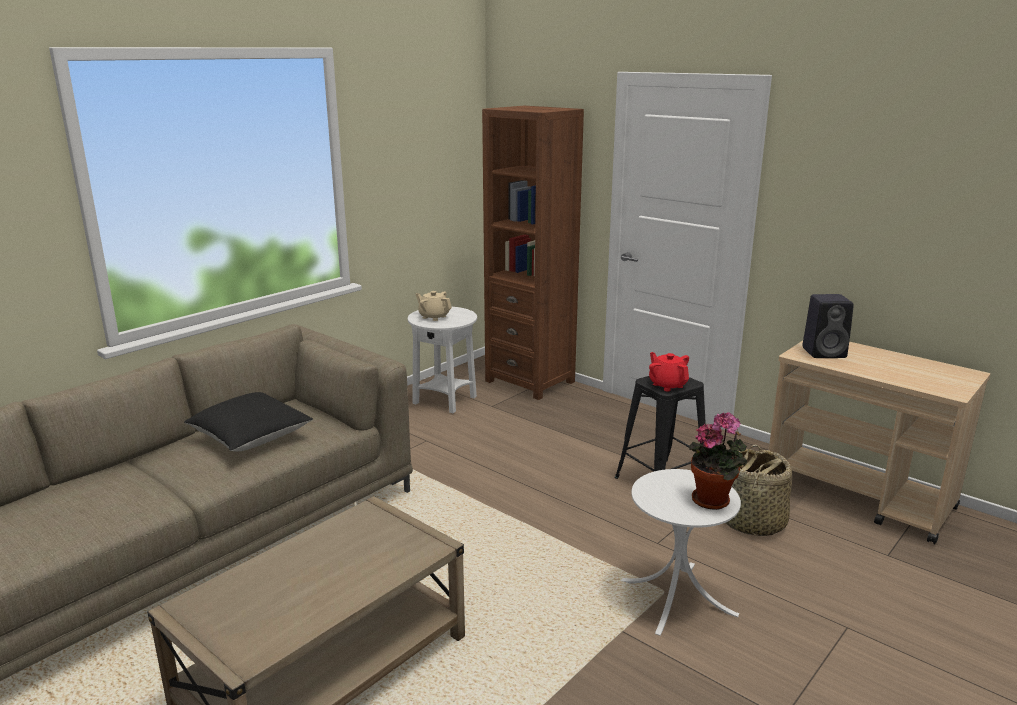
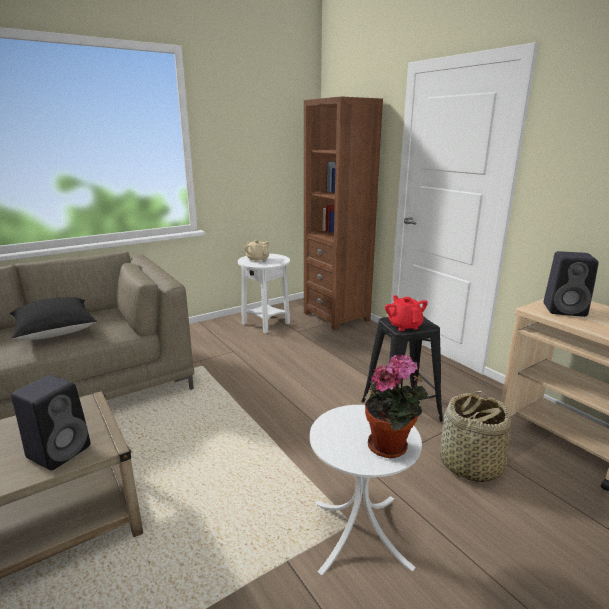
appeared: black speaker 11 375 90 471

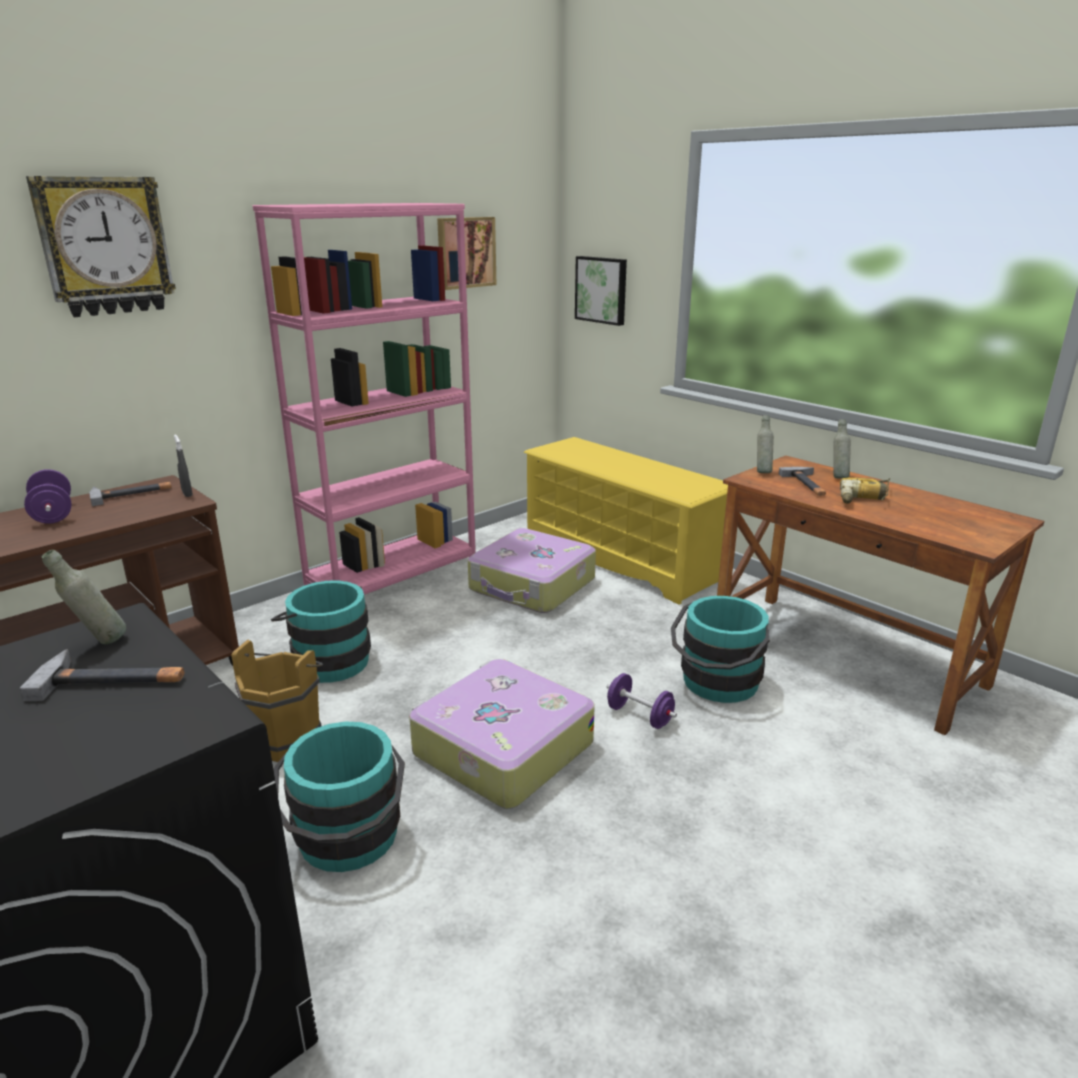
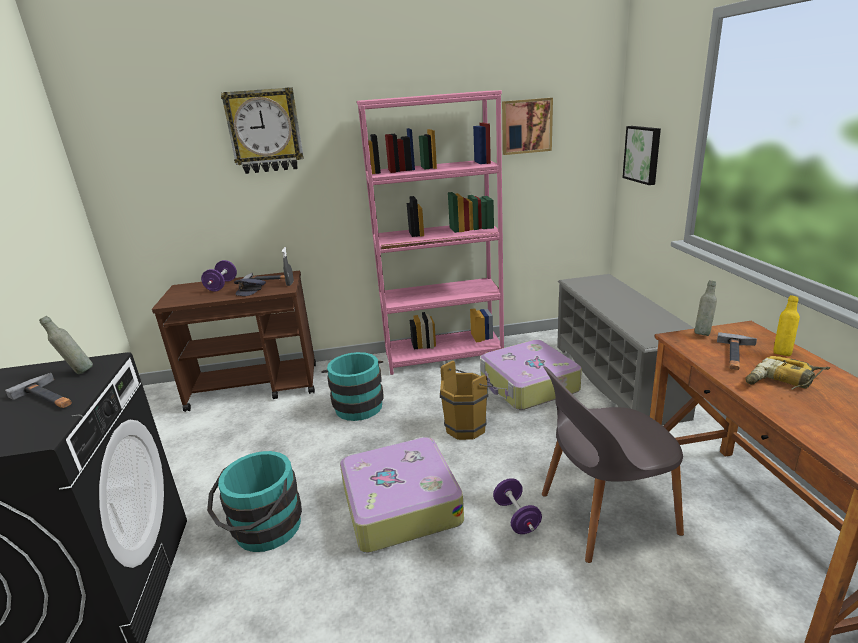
appeared: grey cap 234 278 266 296
relocated: brown bucket 231 640 323 762 to 440 361 493 440
exchanged: turquoise bucket 671 596 770 703 to grey chair 542 366 684 563
colour: yellow shoe rack 523 437 728 605 to grey shoe rack 557 274 696 425; grey bottle 833 420 851 478 to yellow bottle 773 295 800 356

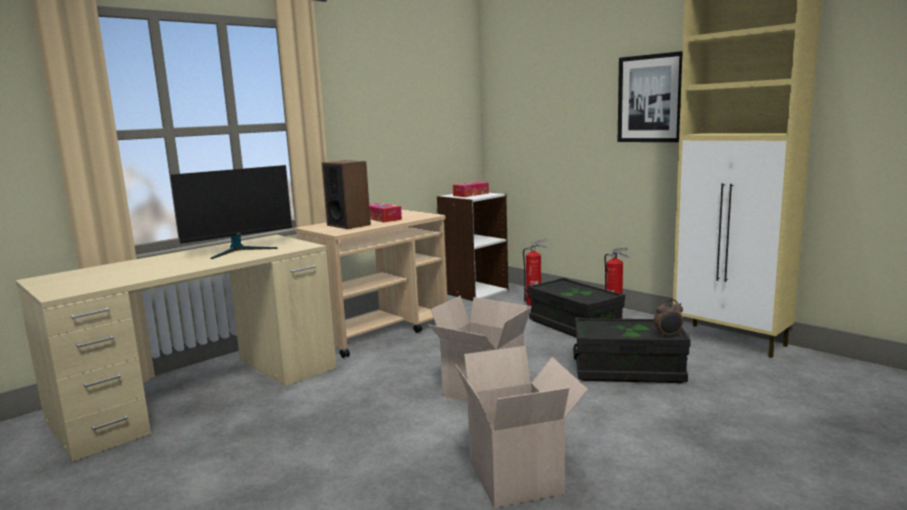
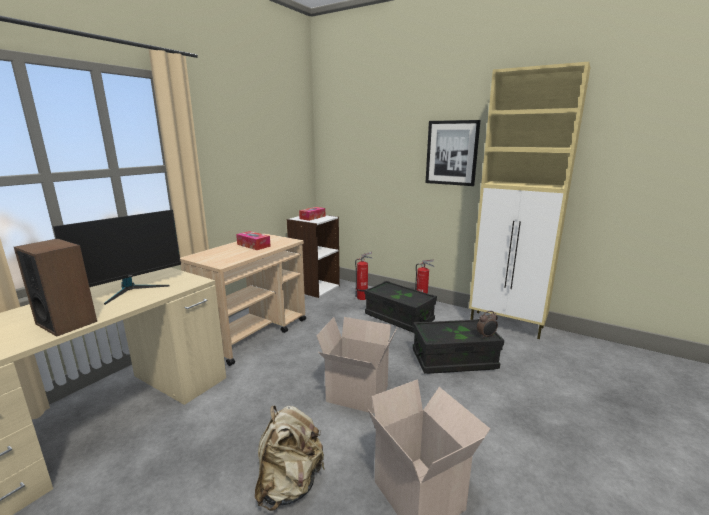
appeared: beige backpack 255 405 325 511
relocated: speaker 322 160 371 229 to 14 238 97 337

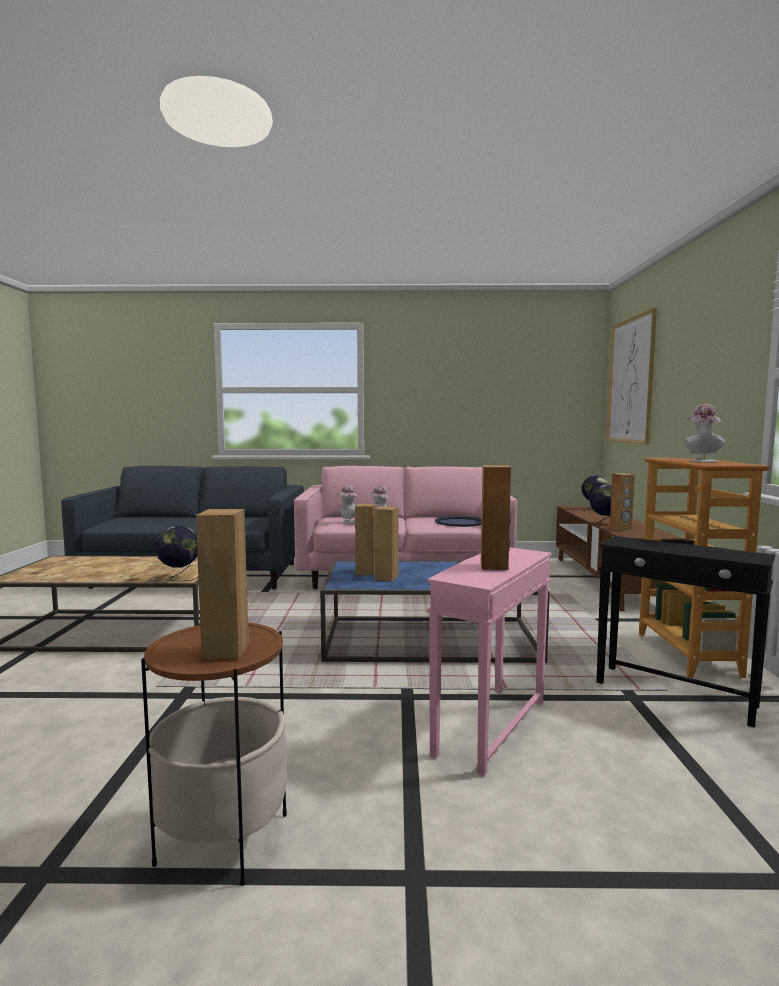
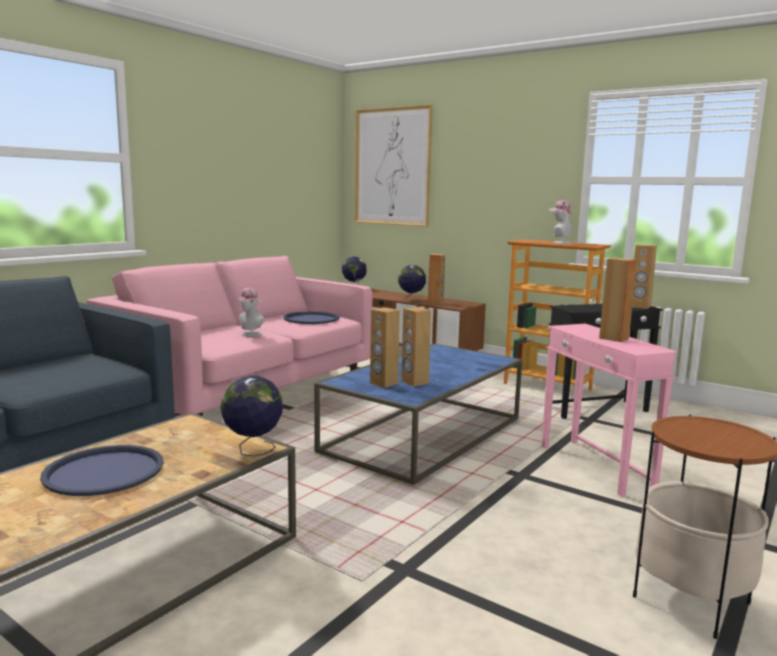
missing: hat 337 485 358 524
appeared: blue tray 40 445 164 496
relocated: brown speaker 196 509 249 659 to 632 244 657 309

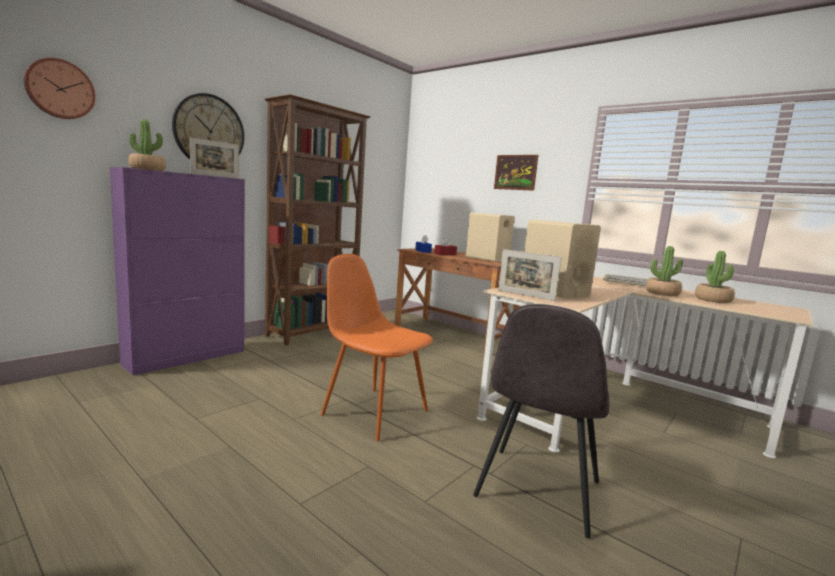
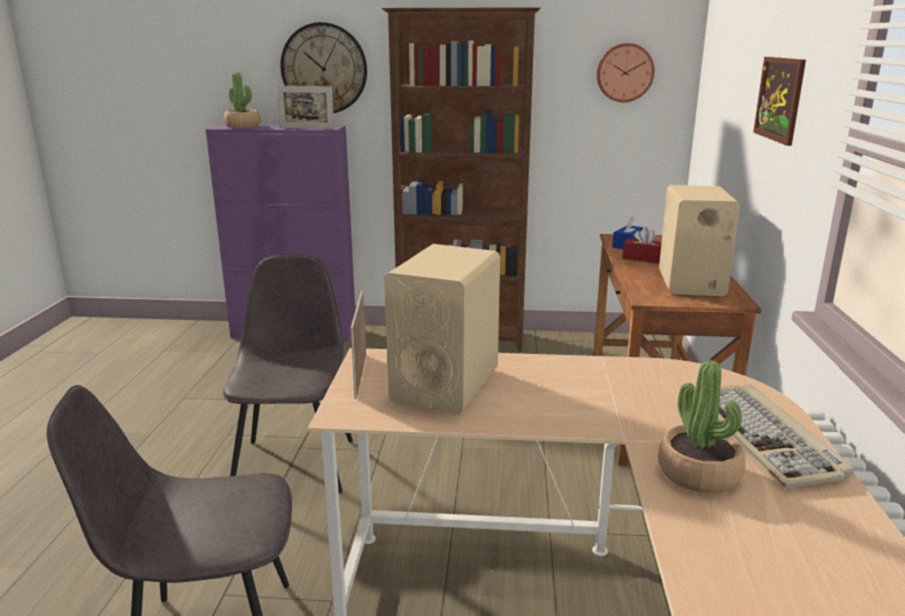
missing: potted plant 695 251 735 303
relocated: wall clock 24 58 96 119 to 597 43 655 102
colour: orange chair 321 254 433 441 to grey chair 223 253 353 493

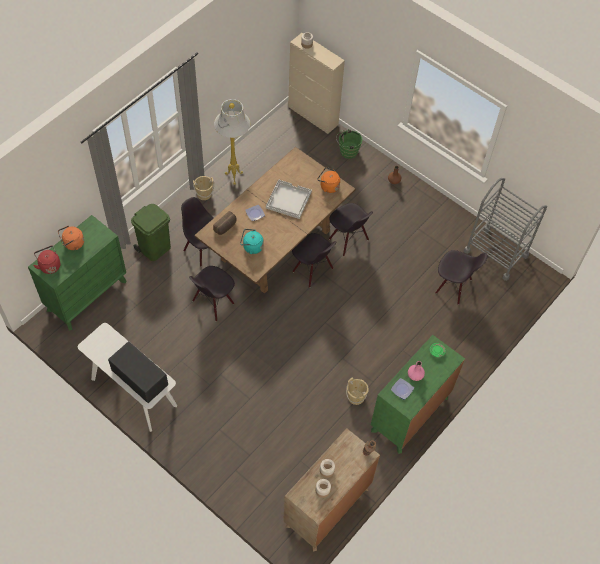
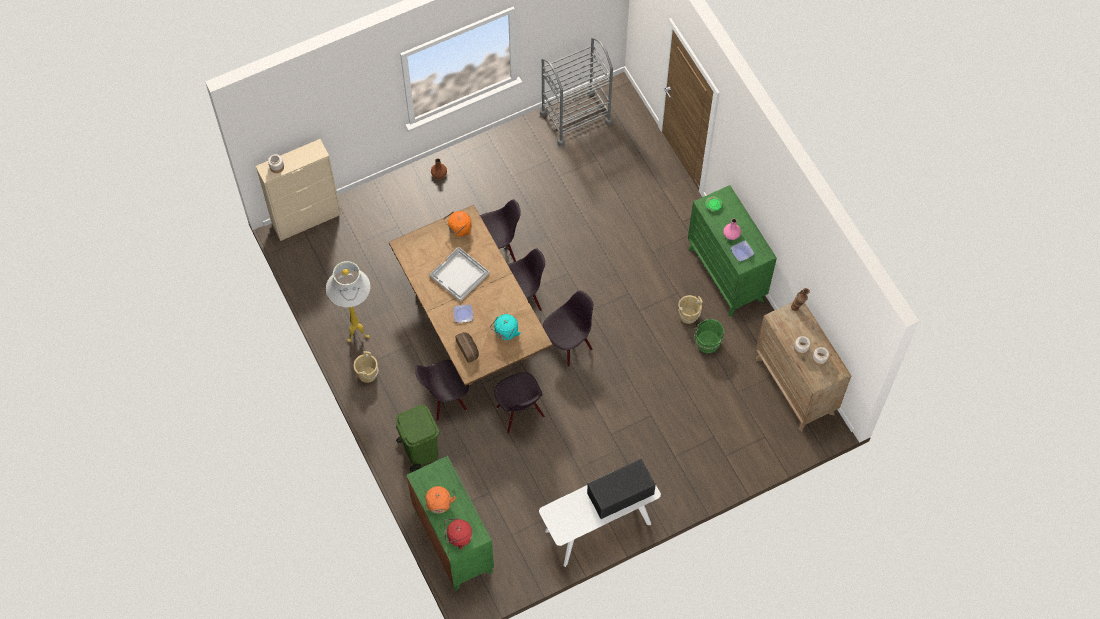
relocated: black chair 436 250 487 305 to 543 291 594 366; green bucket 336 130 362 159 to 694 319 725 354

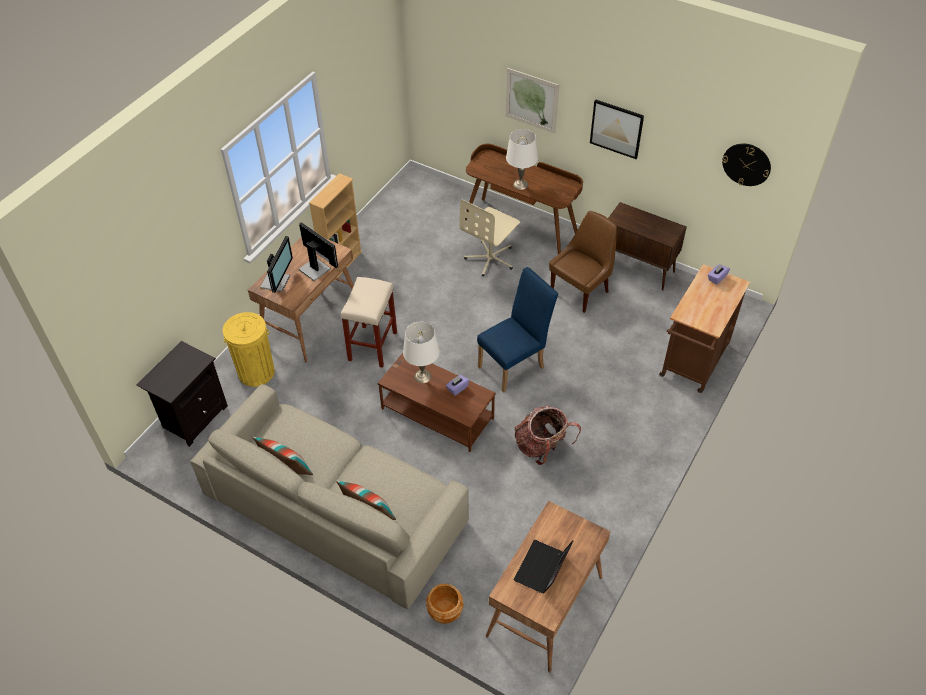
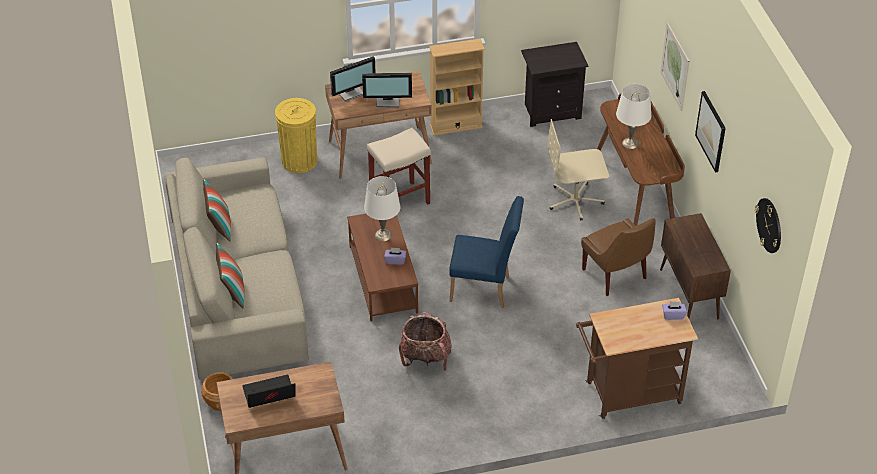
relocated: black nightstand 137 341 228 447 to 521 42 589 127
spun: monitor 299 222 338 281 = 362 73 412 108 90 degrees clockwise; brown chair 549 211 617 313 = 581 218 655 296 60 degrees clockwise

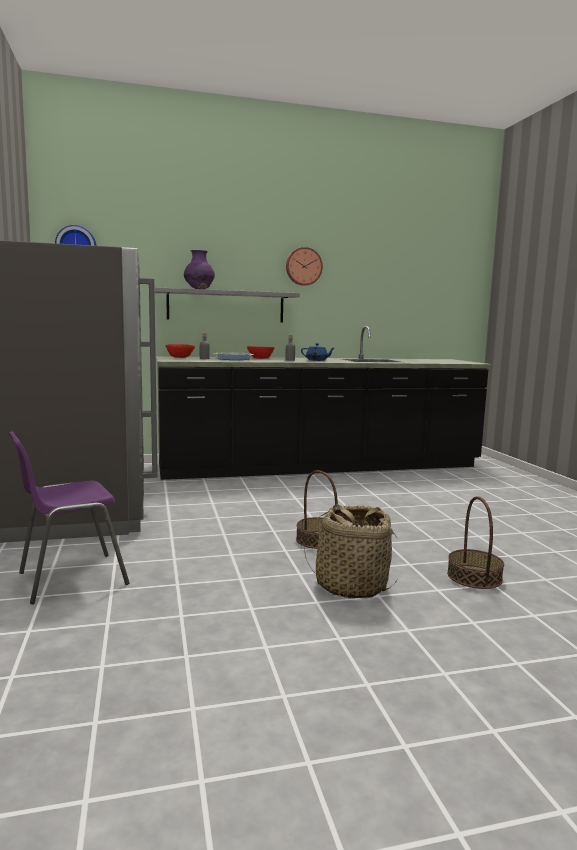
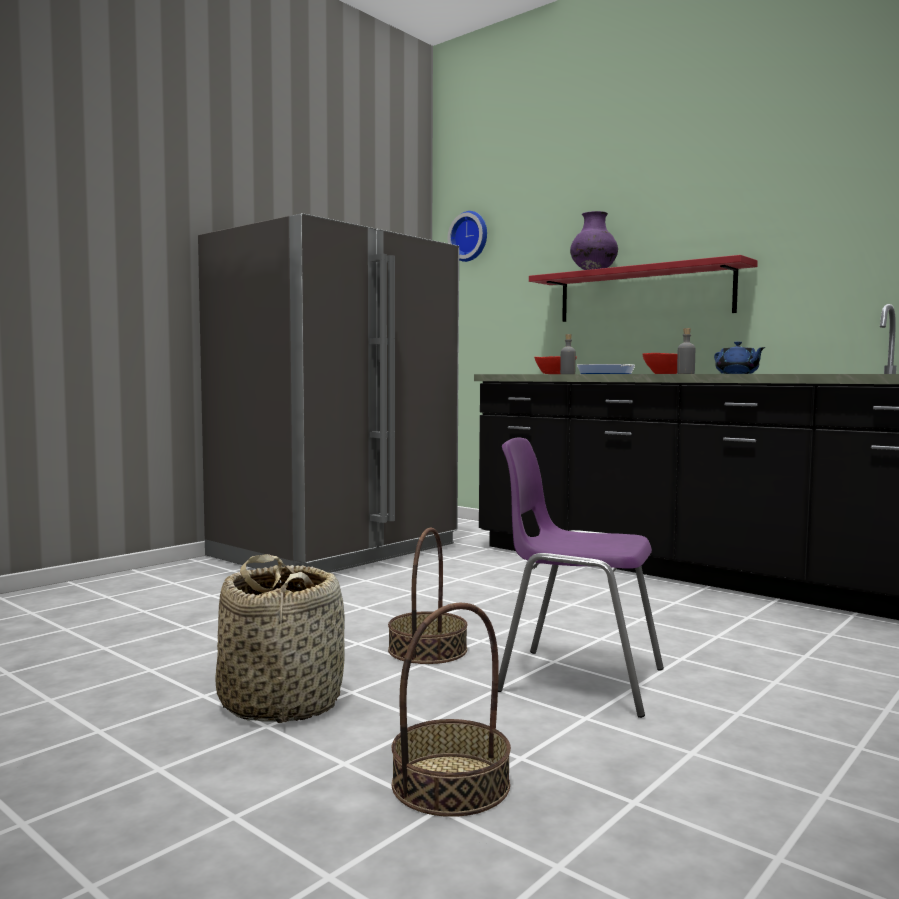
missing: wall clock 286 247 323 286
relocated: purple chair 9 431 130 604 to 498 437 664 718
colour: grey shelf 155 287 300 322 to red shelf 529 255 758 322

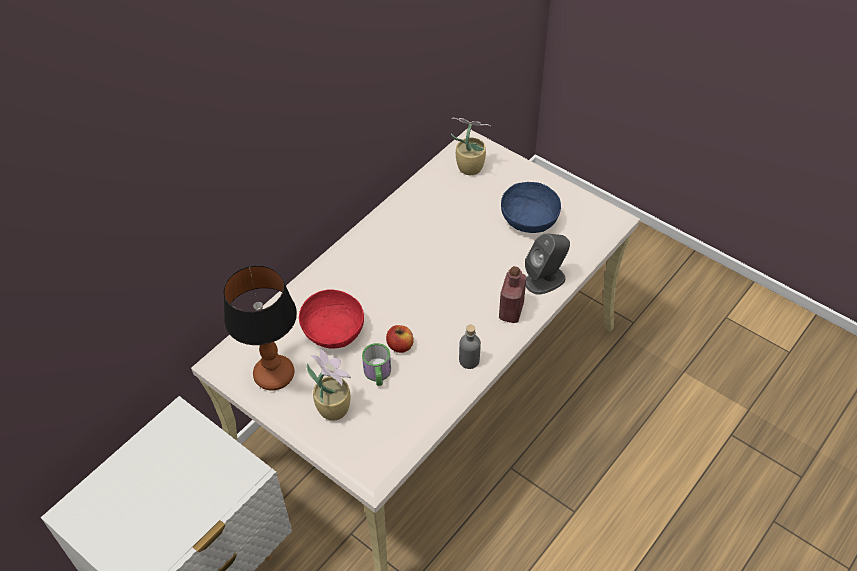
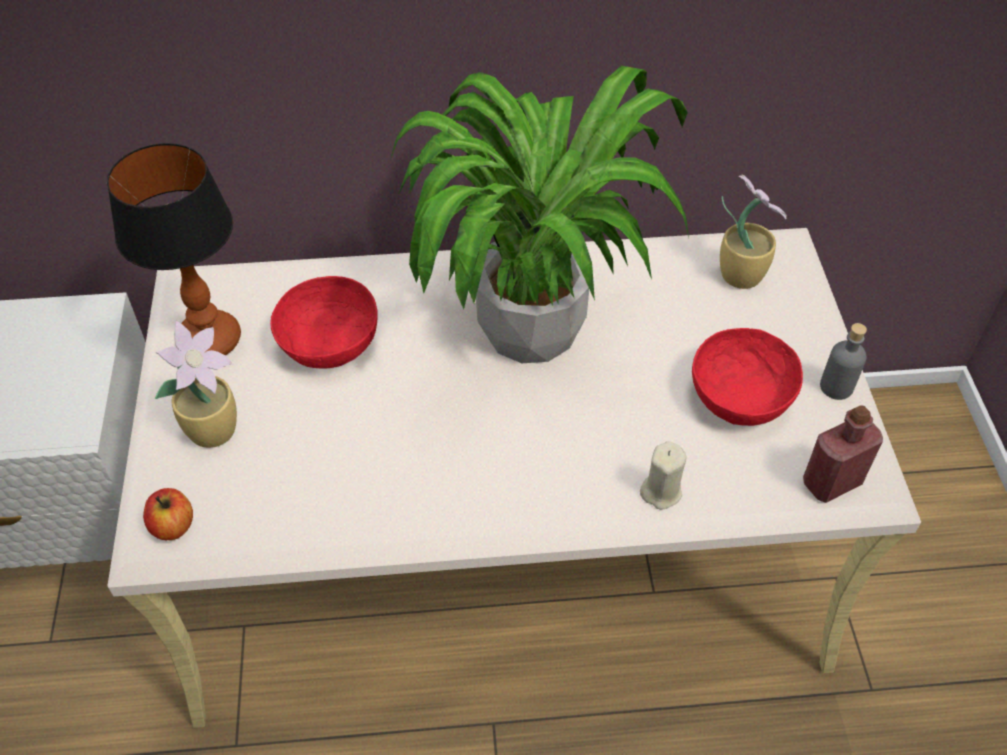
missing: mug 362 343 391 386
appeared: potted plant 391 66 689 363
relocated: apple 386 325 414 353 to 143 488 193 540; red bottle 499 266 527 323 to 803 405 883 503; grey bottle 459 325 481 369 to 820 323 867 400
exchanged: grey speaker 525 233 570 295 to beige candle 640 441 687 510
colour: blue bowl 501 182 561 233 to red bowl 692 328 803 426

